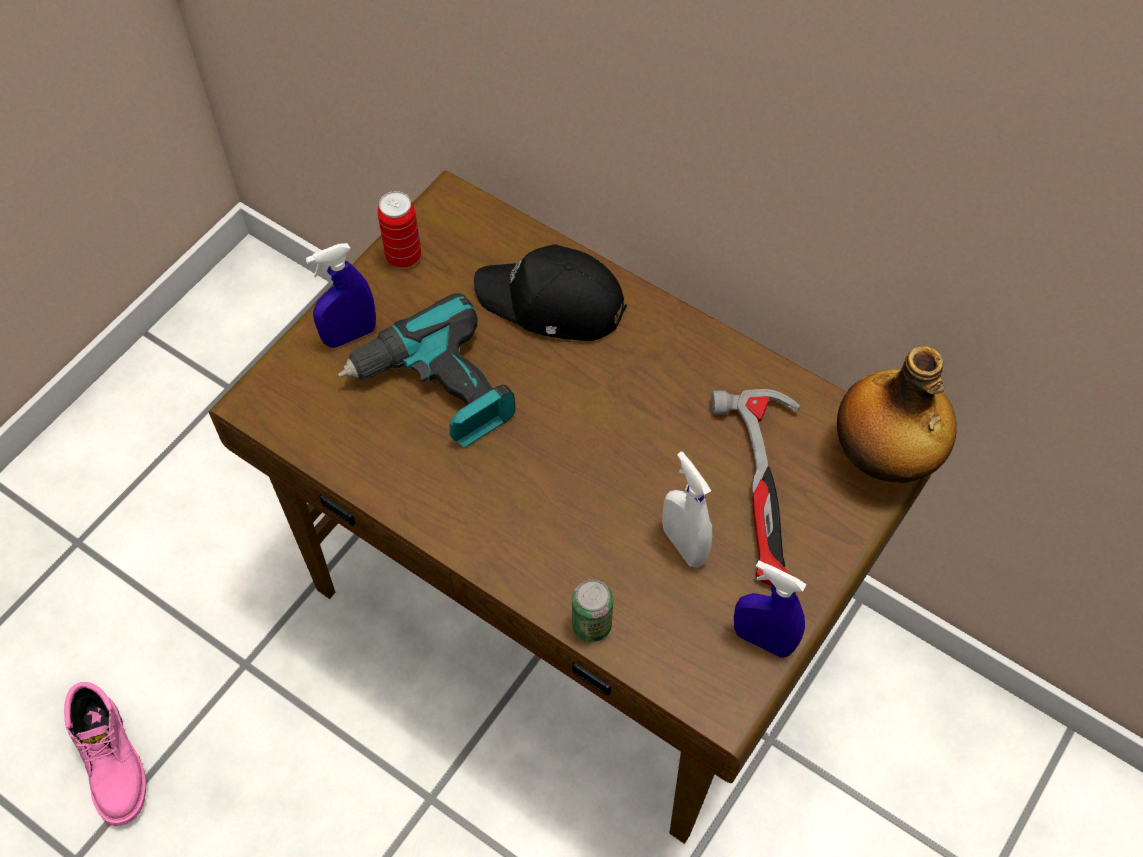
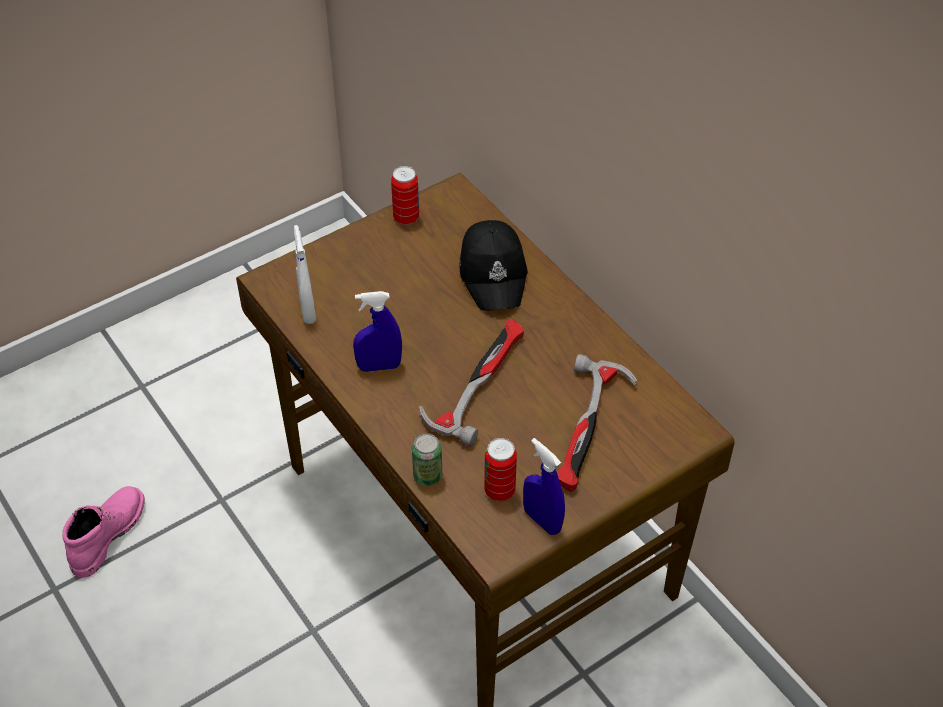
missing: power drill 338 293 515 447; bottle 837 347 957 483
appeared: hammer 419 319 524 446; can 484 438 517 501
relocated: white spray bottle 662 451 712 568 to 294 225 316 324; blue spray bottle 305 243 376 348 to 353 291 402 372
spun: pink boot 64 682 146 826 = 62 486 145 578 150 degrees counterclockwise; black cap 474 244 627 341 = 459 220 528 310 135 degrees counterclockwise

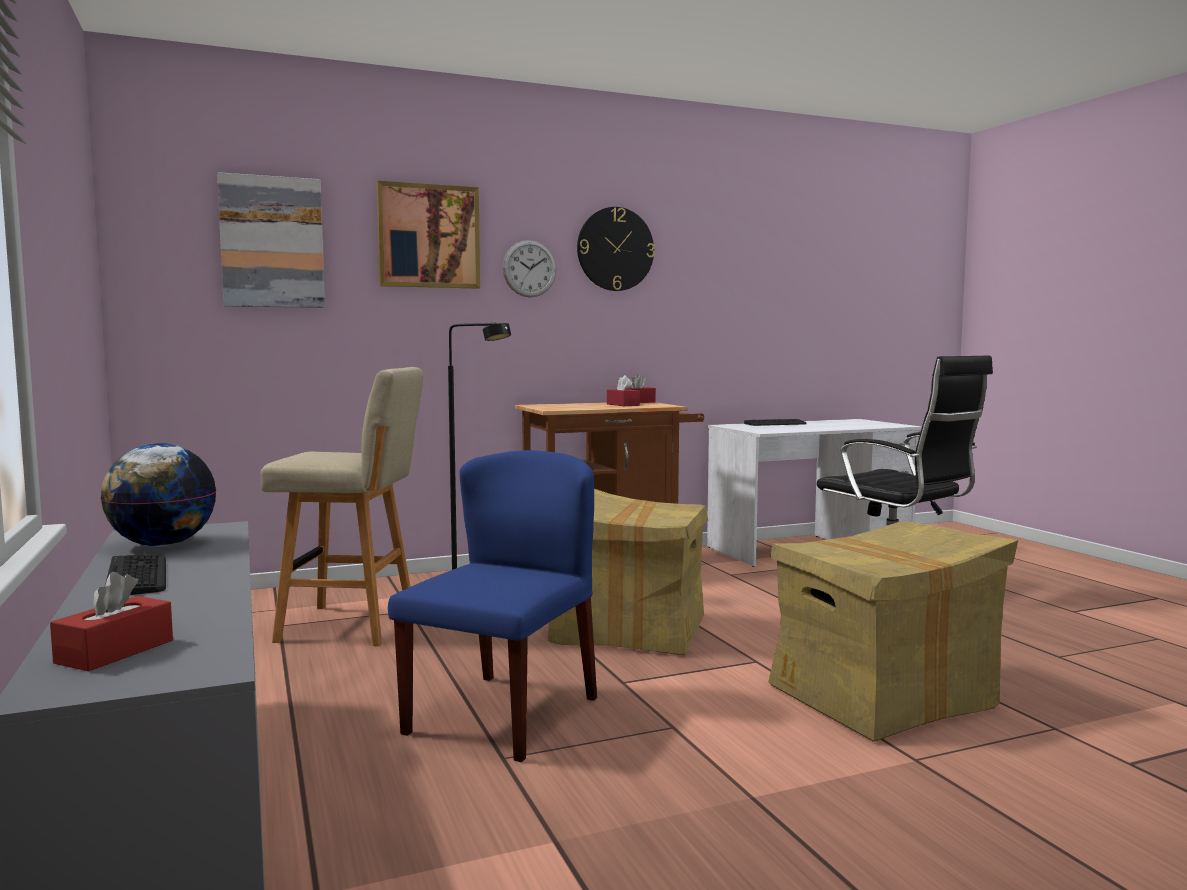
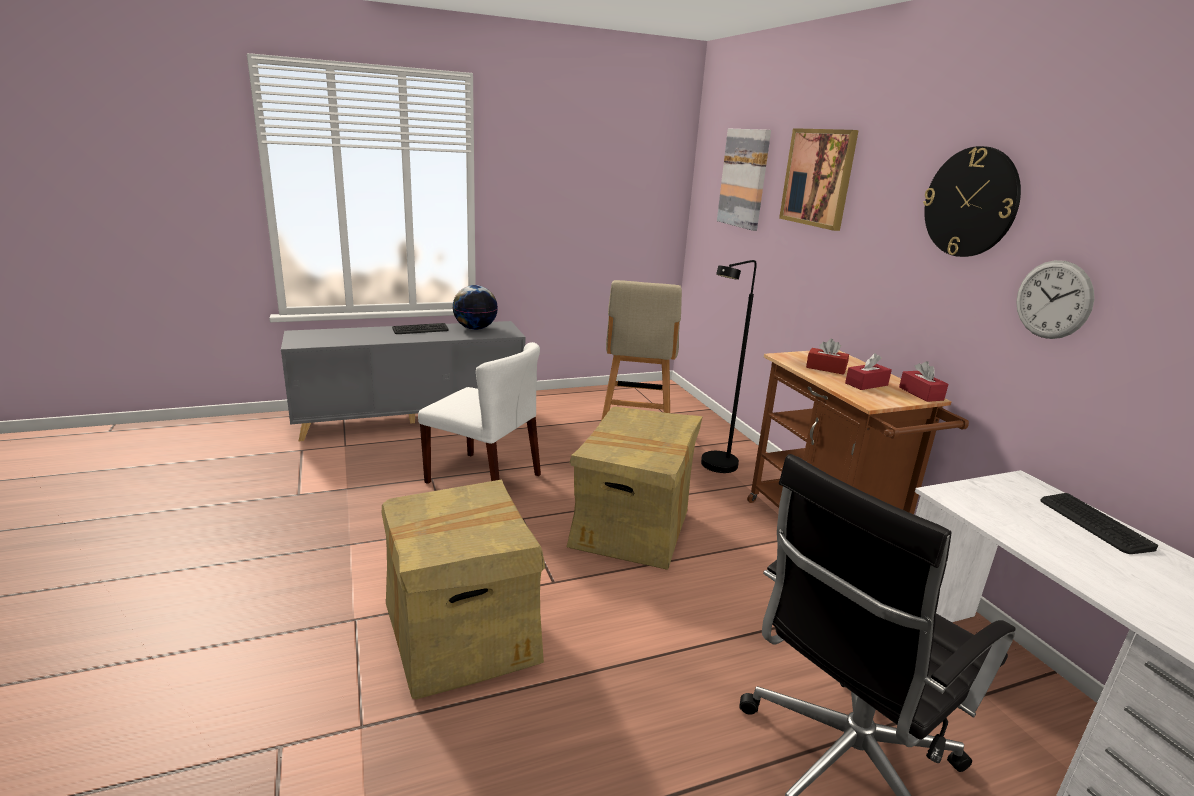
relocated: red tissue box 50 572 173 672 to 806 339 849 375; wall clock 503 240 556 297 to 1016 260 1094 339
colour: blue chair 388 450 597 762 to white chair 418 342 541 484

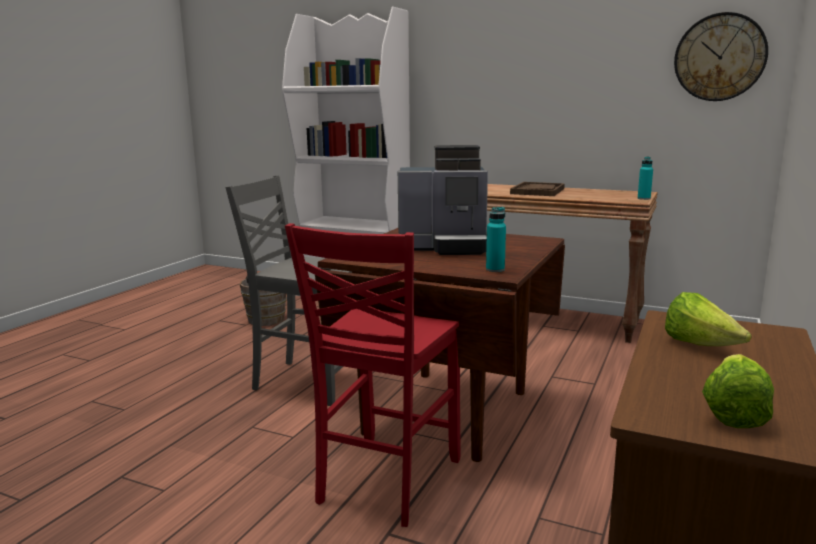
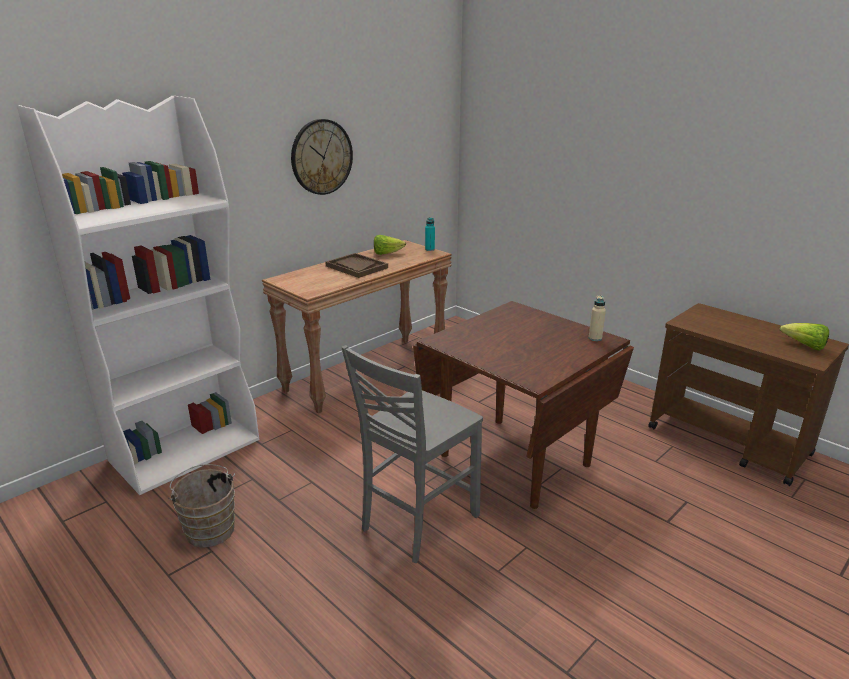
missing: red chair 285 223 460 527; coffee machine 398 145 488 255
relocated: wall clock 674 12 768 101 to 291 119 353 195; lettuce 665 292 752 346 to 374 235 406 255
colour: turquoise bottle 486 207 506 272 to beige bottle 589 295 606 341

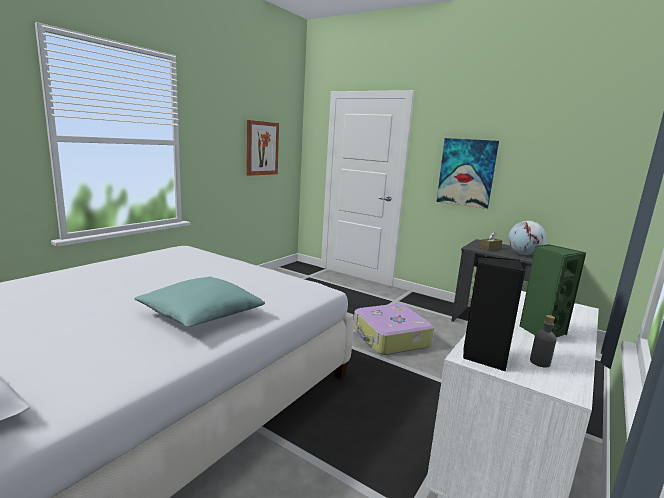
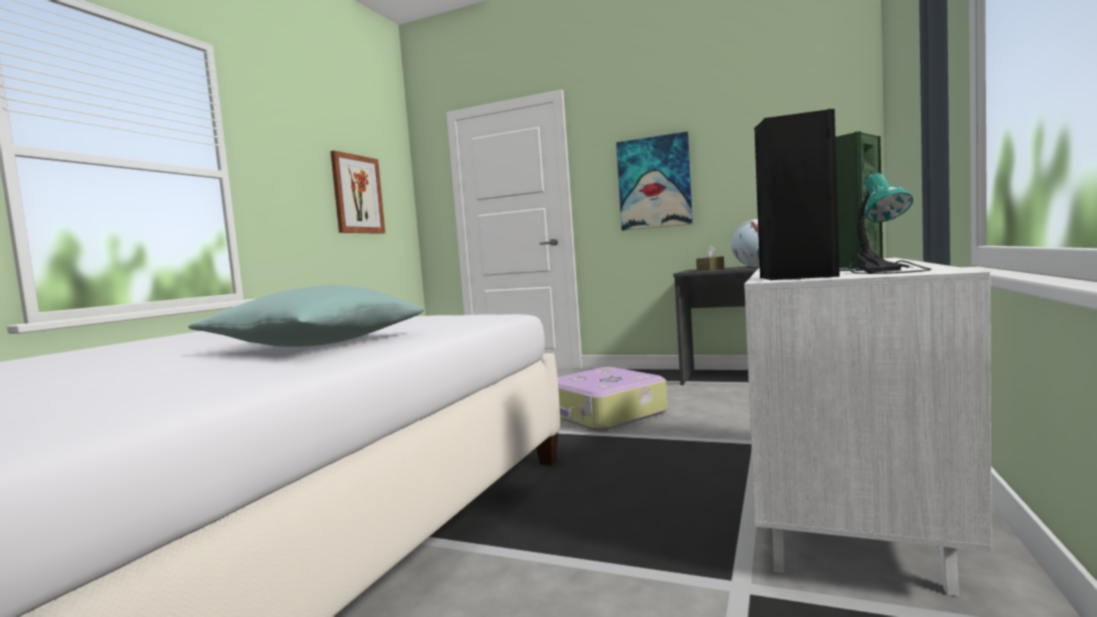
exchanged: grey bottle 530 315 557 368 to table lamp 839 173 932 274

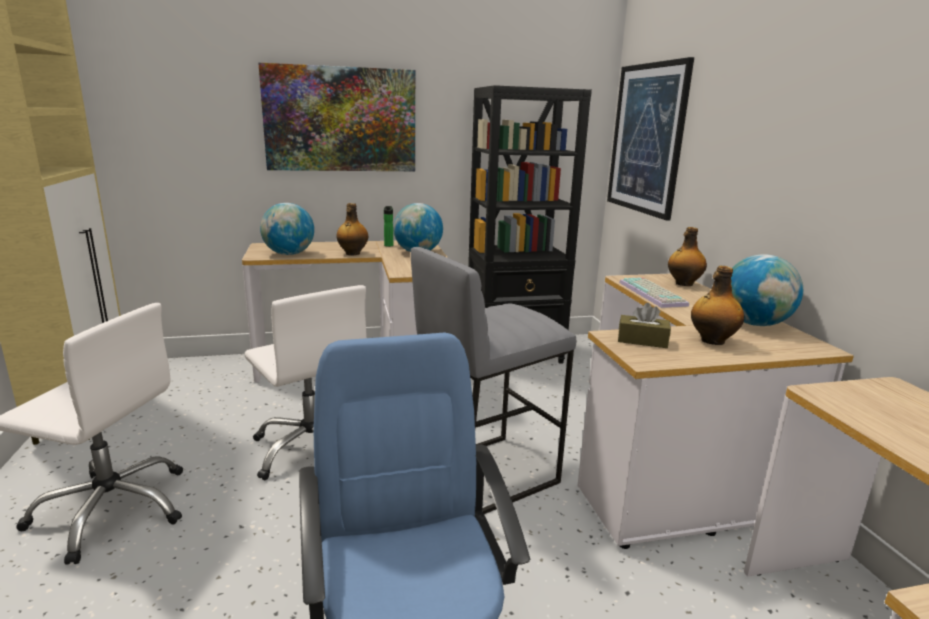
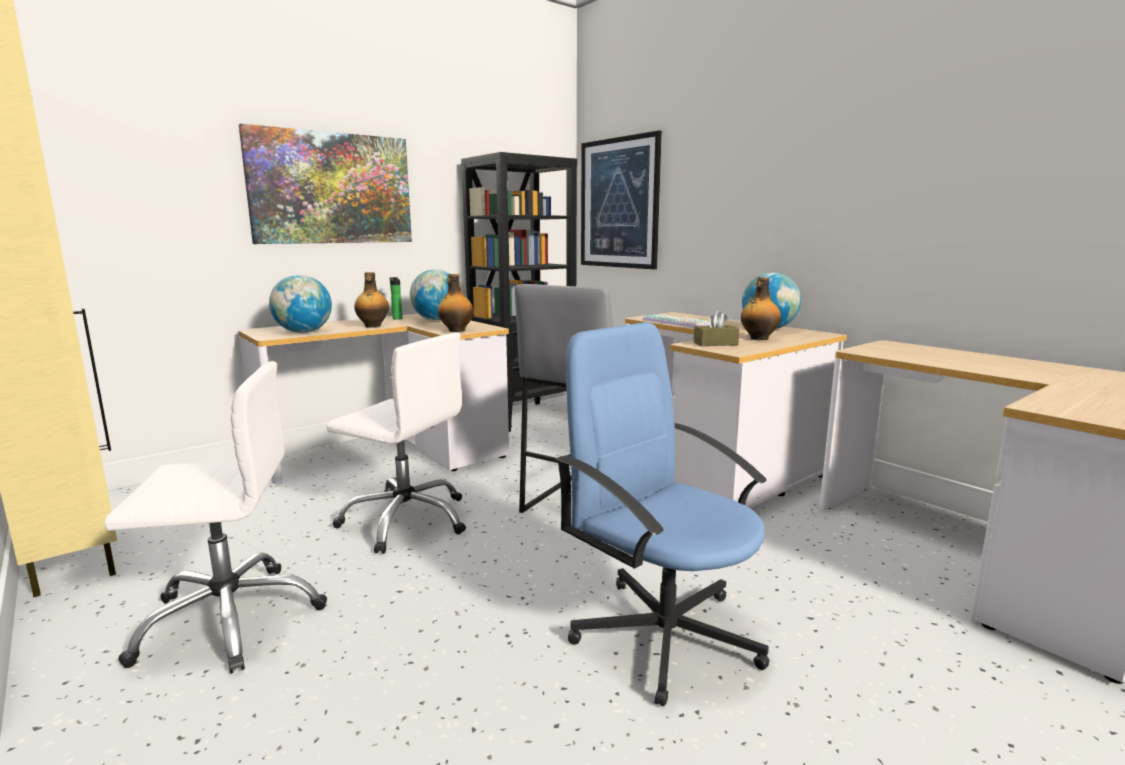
relocated: bottle 668 227 707 286 to 438 274 474 332

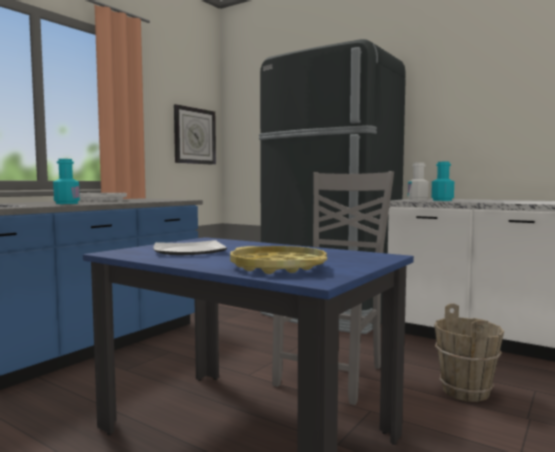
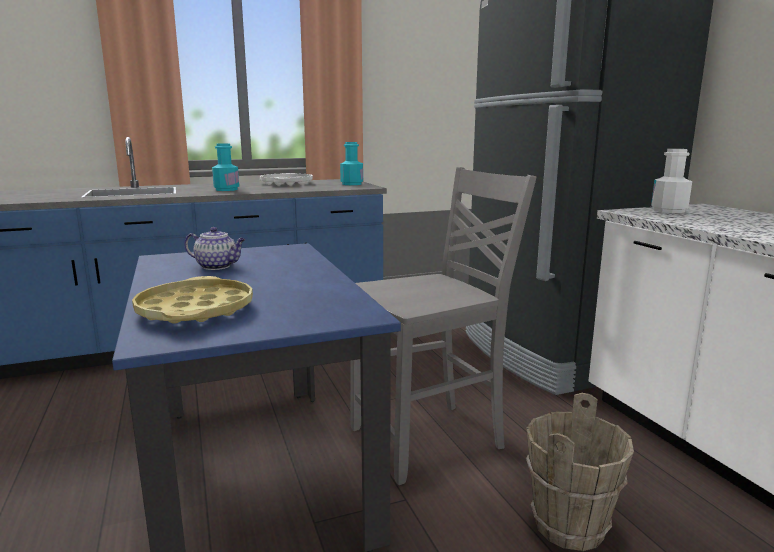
missing: wall clock 174 104 216 165
relocated: turquoise bottle 431 162 454 201 to 340 142 363 185
exchanged: plate 153 240 227 255 to teapot 184 227 246 270

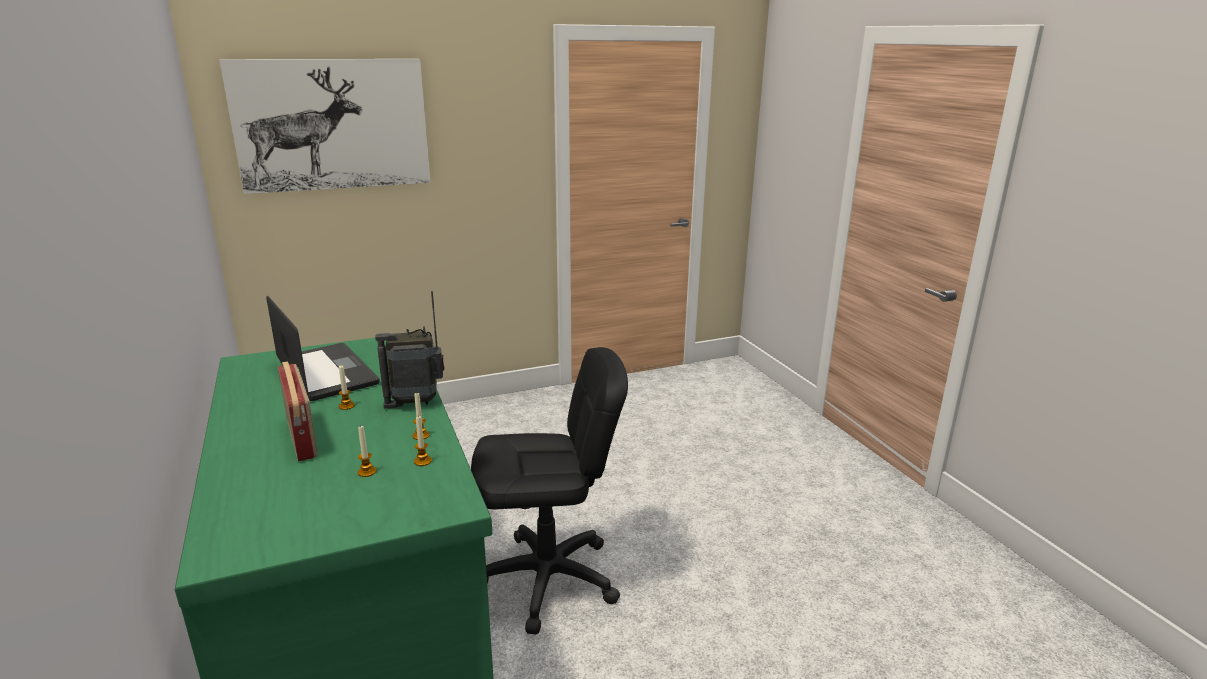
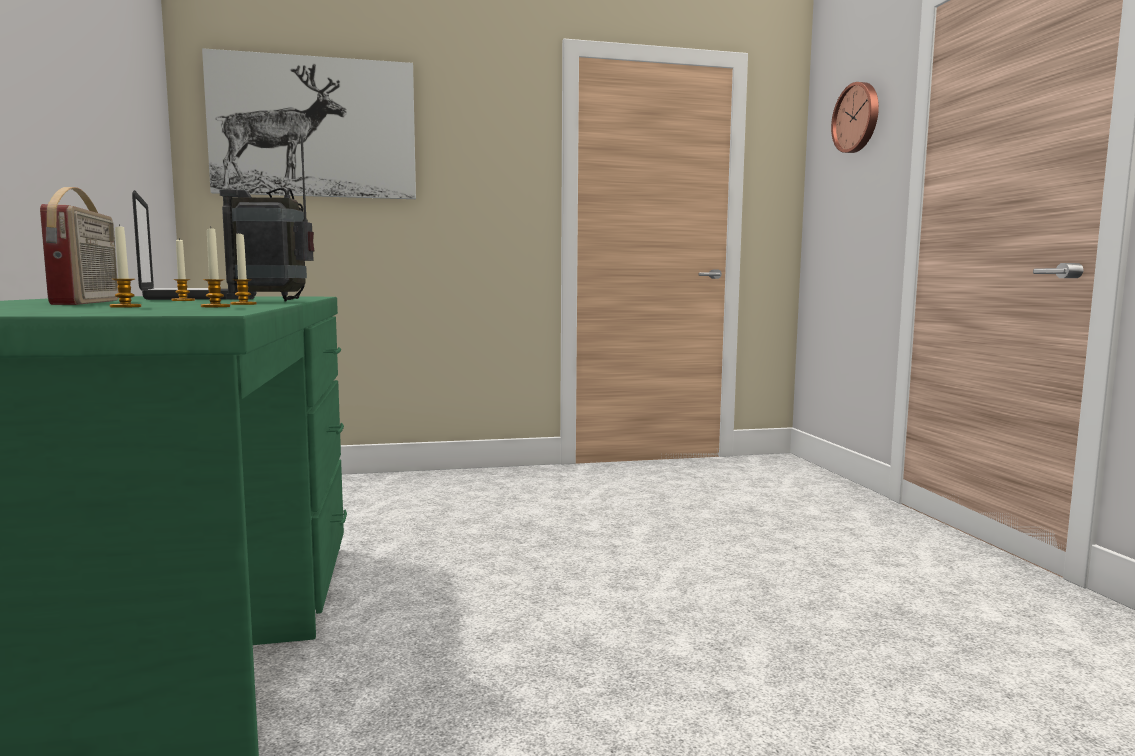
missing: black office chair 471 347 628 635
appeared: wall clock 831 82 879 153

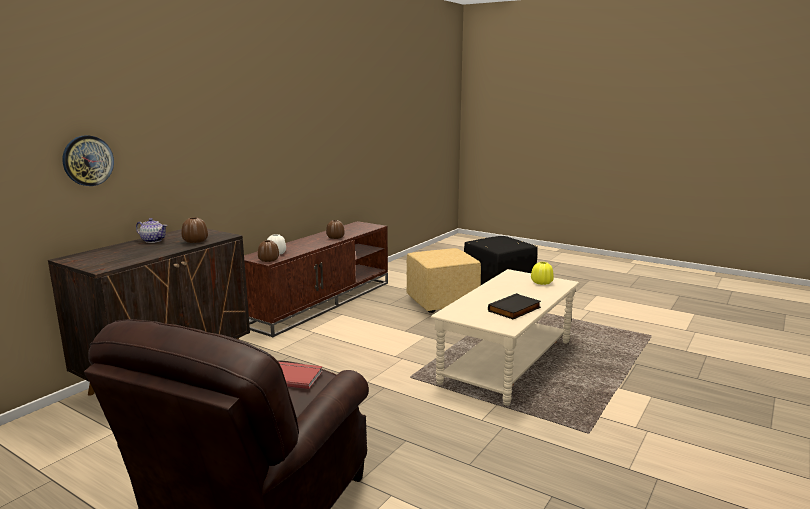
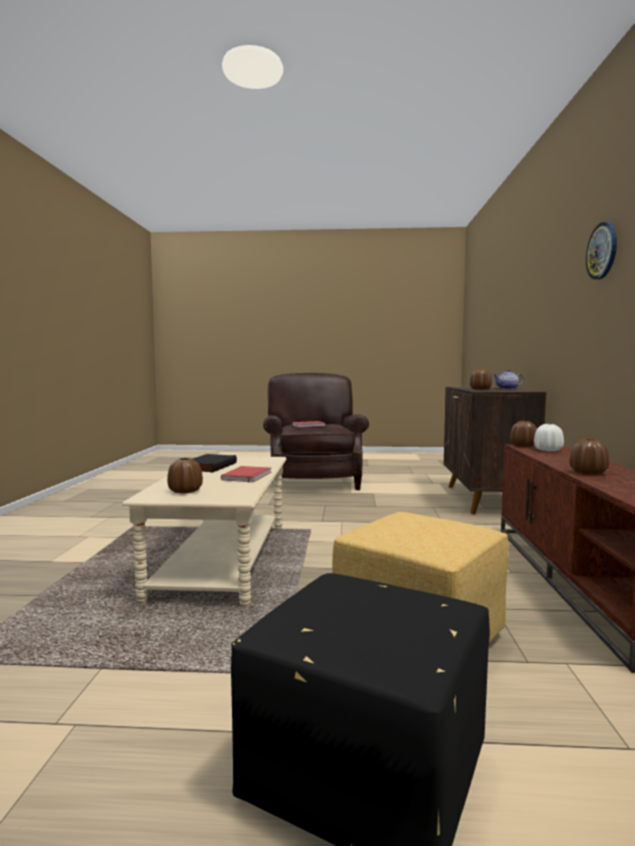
appeared: red book 221 466 271 482
relocated: wall clock 62 135 114 186 to 586 222 617 280
colour: yellow vase 531 262 554 285 to brown vase 167 458 203 493

